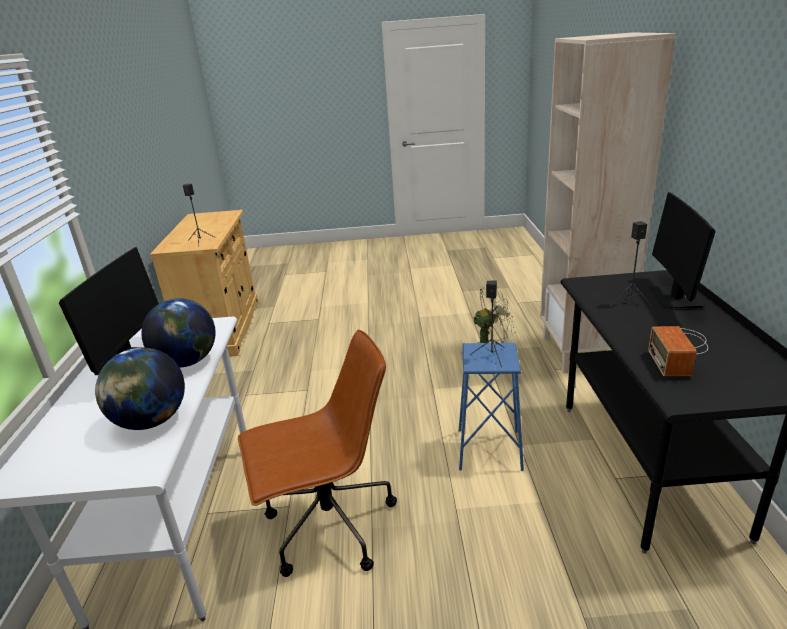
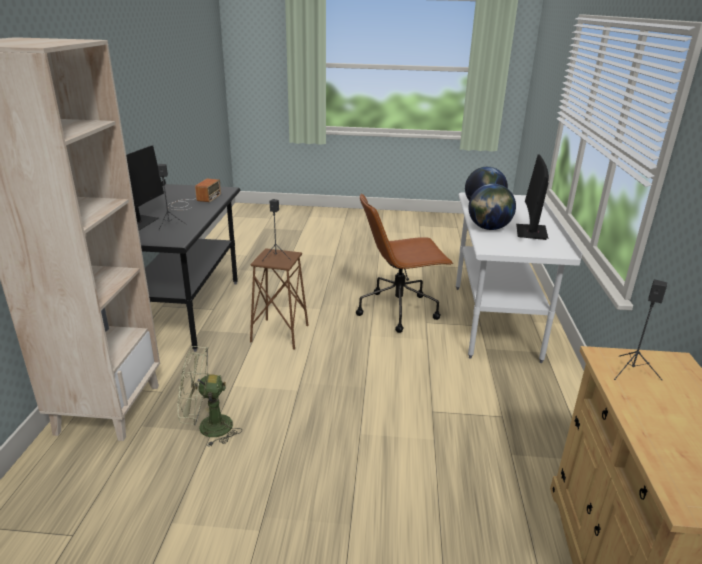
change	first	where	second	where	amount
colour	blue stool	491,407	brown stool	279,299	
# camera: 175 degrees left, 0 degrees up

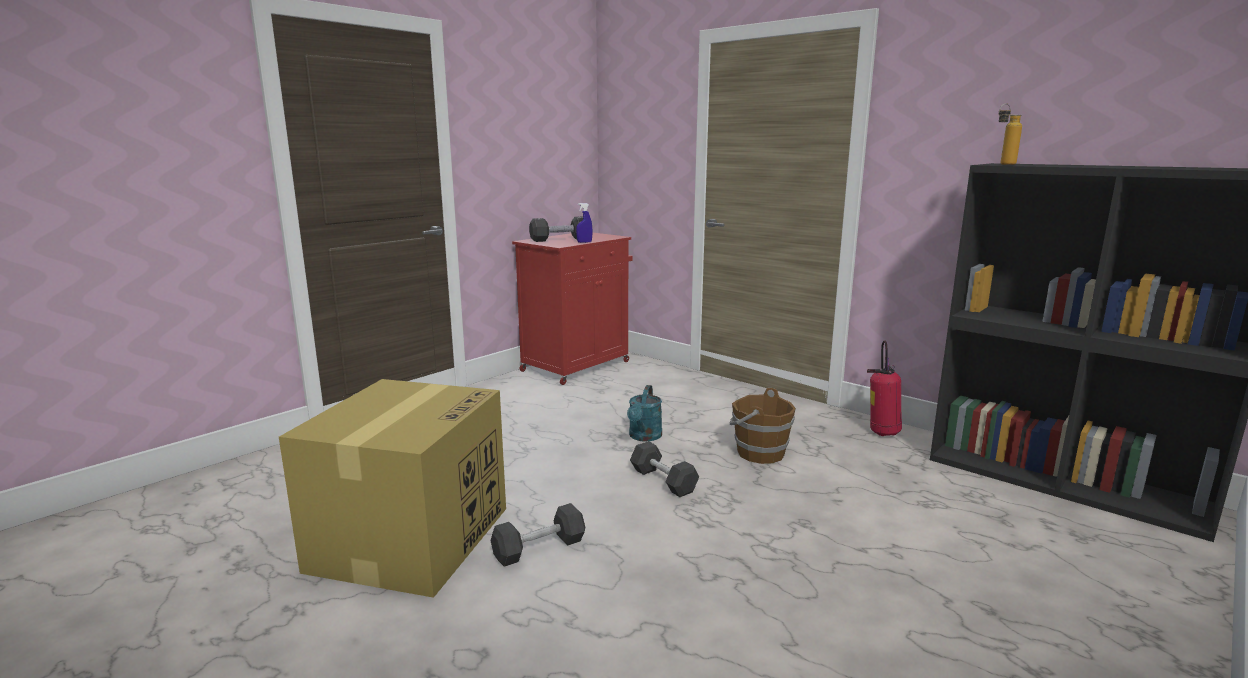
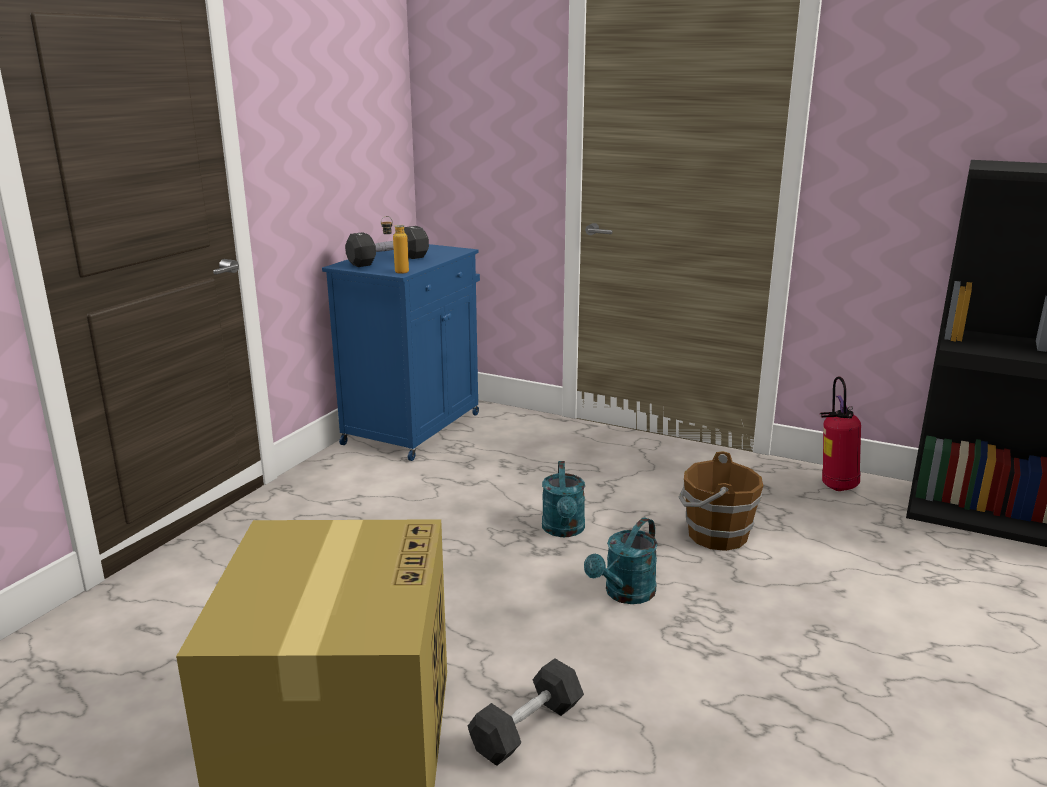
change	first	where	second	where	amount
colour	red cabinet	572,308	blue cabinet	401,352	
missing	blue spray bottle	584,223			
exchanged	black dumbbell	664,469	turquoise watering can	621,560	
relocated	bottle	1010,134		395,245	
# camera: 15 degrees left, 5 degrees up

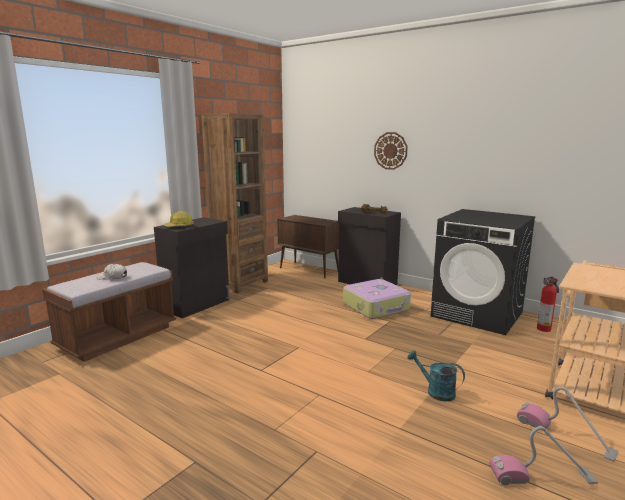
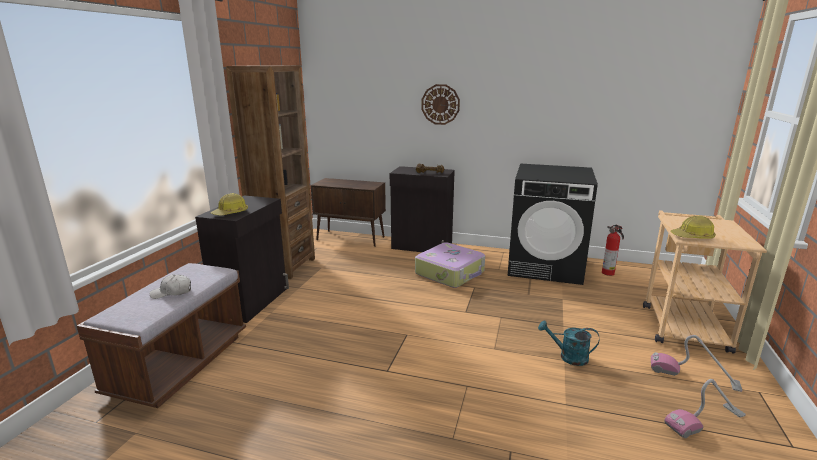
change	first	where	second	where	amount
appeared			hard hat	693,227	
# camera: 20 degrees left, 5 degrees up

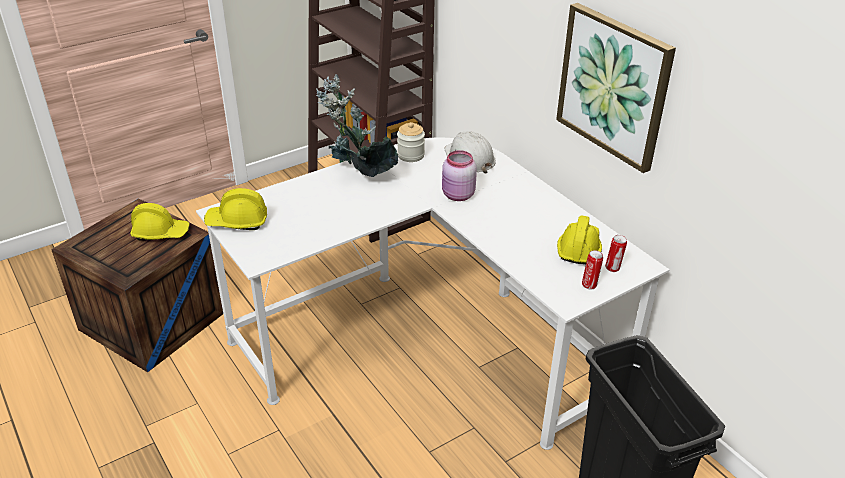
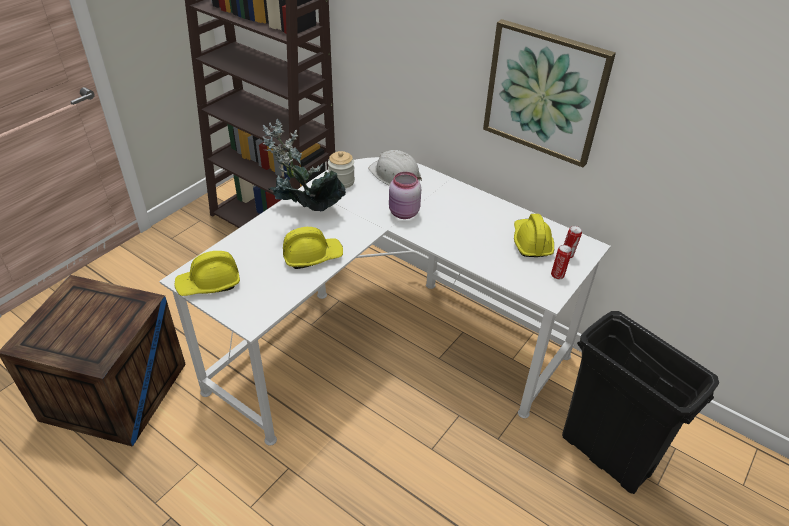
change	first	where	second	where	amount
relocated	yellow hard hat	160,222		313,248	
# camera: 20 degrees left, 5 degrees up

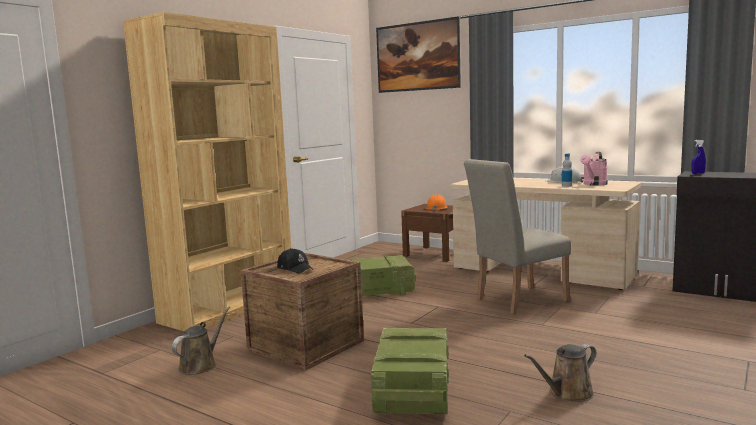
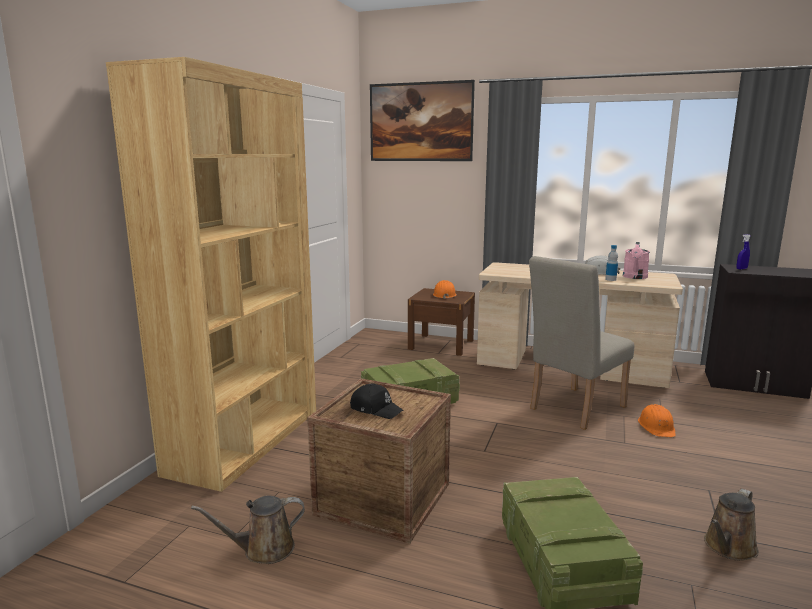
change	first	where	second	where	amount
spun	brown watering can	201,341		248,529	120 degrees counterclockwise
appeared			orange hard hat	657,420	
# camera: 15 degrees left, 5 degrees up

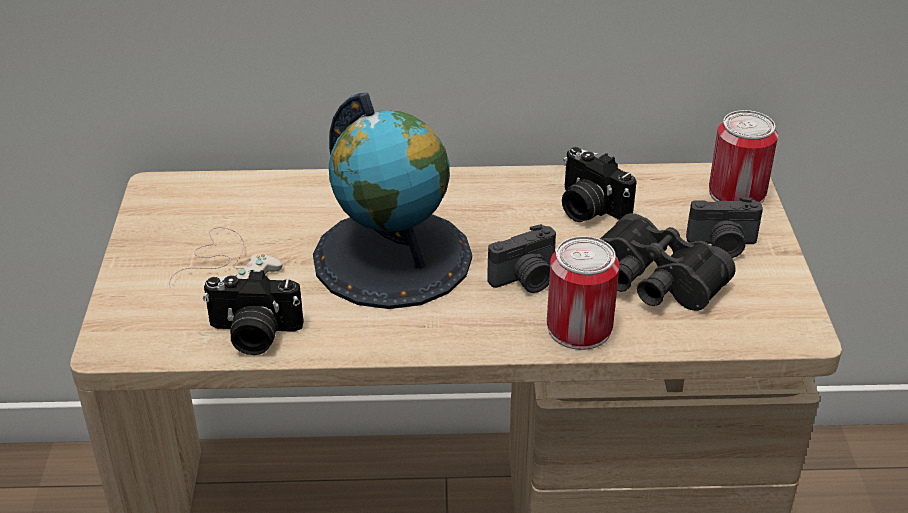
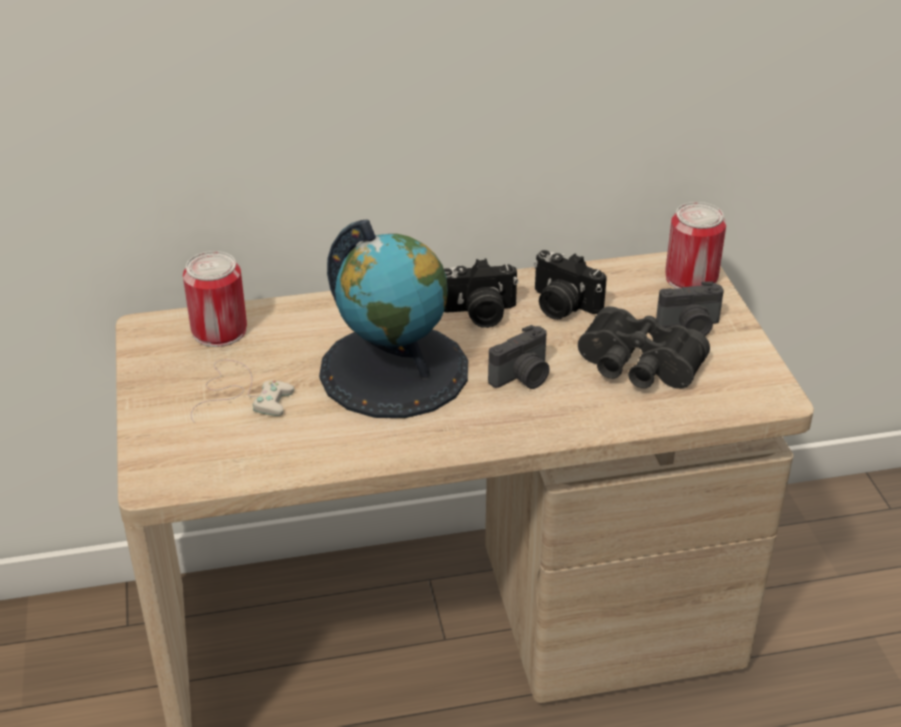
change	first	where	second	where	amount
relocated	photo camera	253,312		481,293	
relocated	can	583,293		215,299	
# camera: 10 degrees left, 0 degrees up

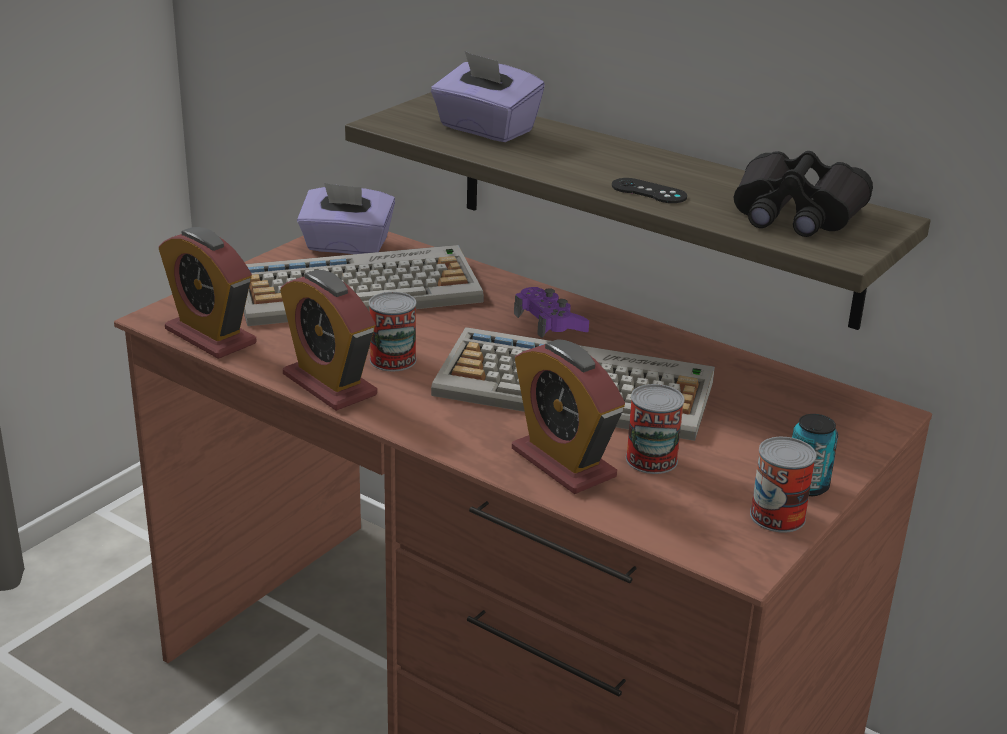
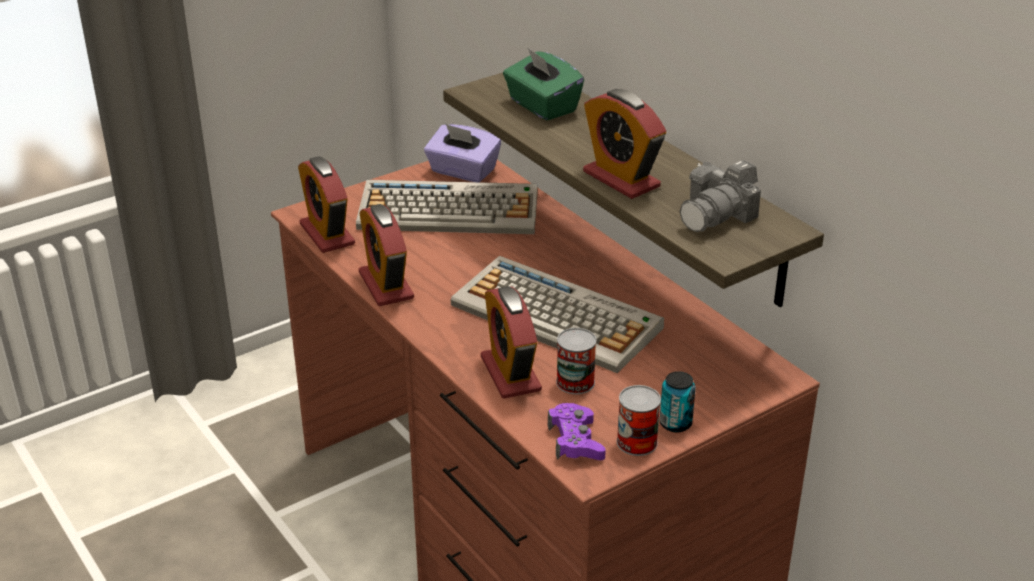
change	first	where	second	where	amount
missing	can	392,331			
colour	purple tissue box	488,96	green tissue box	543,84	
relocated	purple game controller	551,312		577,431	
exchanged	black game controller	649,190	alarm clock	624,144	
exchanged	black binoculars	803,194	photo camera	720,196	
# camera: 20 degrees right, 5 degrees up

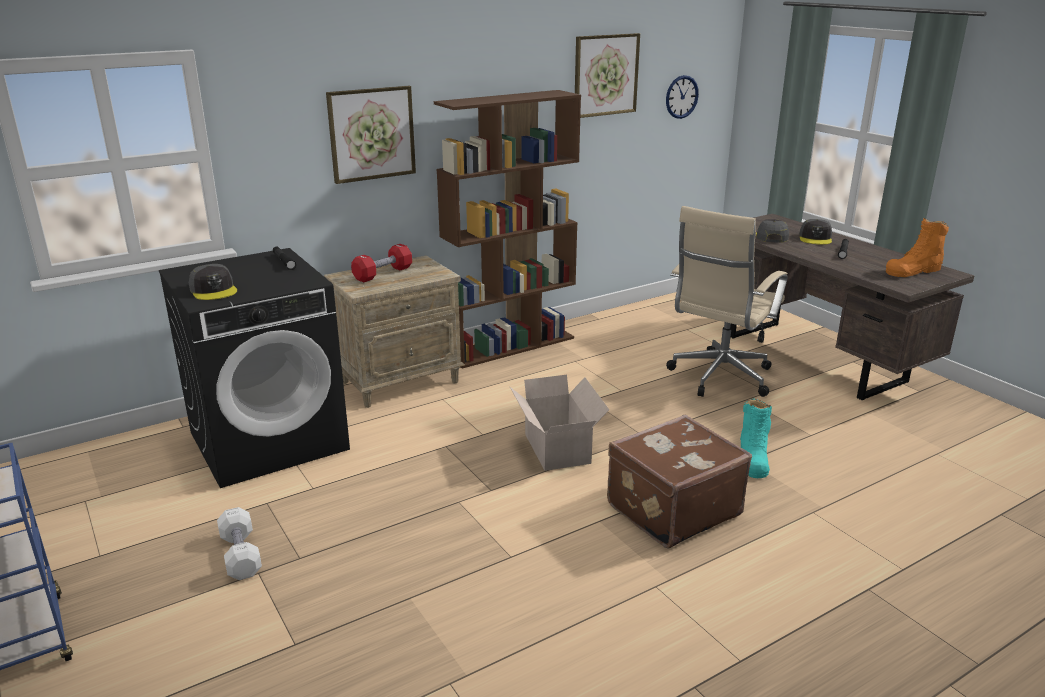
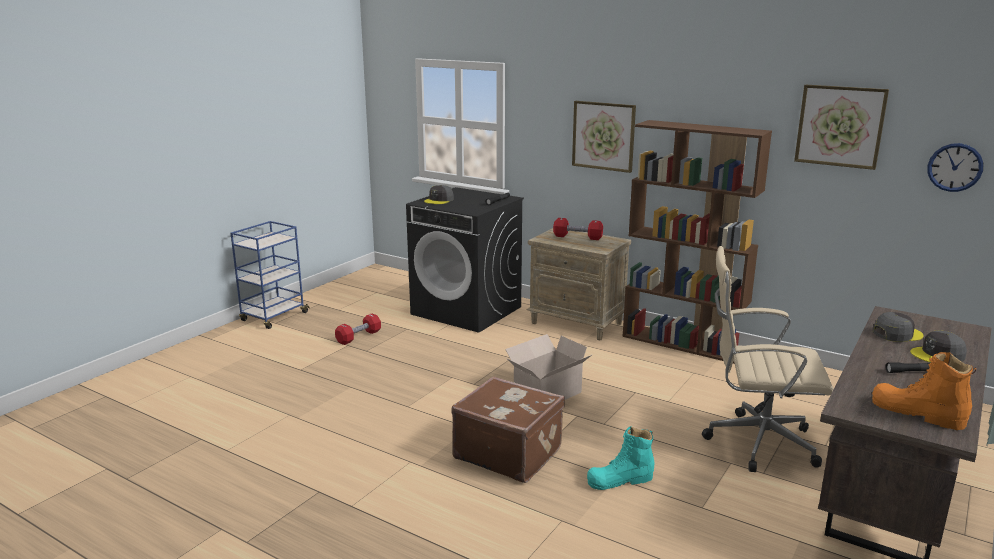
change	first	where	second	where	amount
colour	white dumbbell	239,543	red dumbbell	358,329	
# camera: 65 degrees right, 5 degrees down

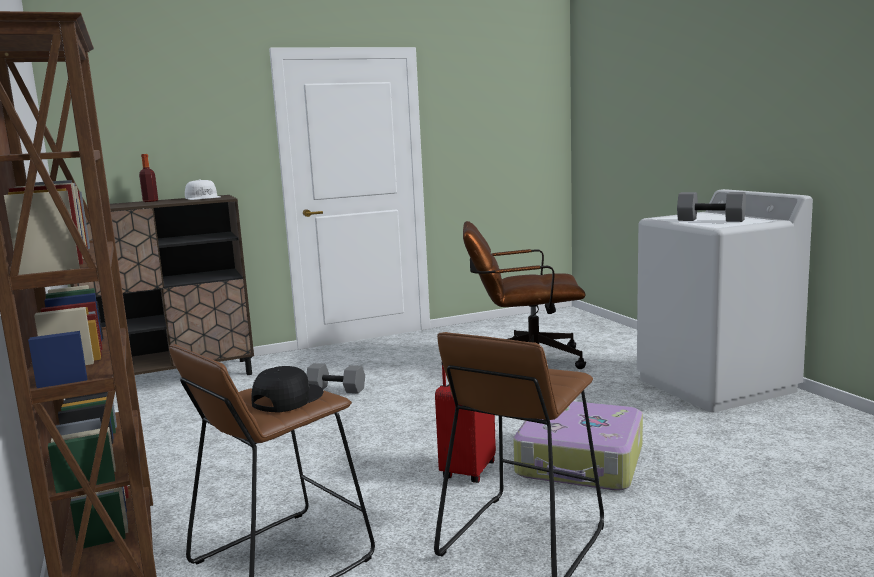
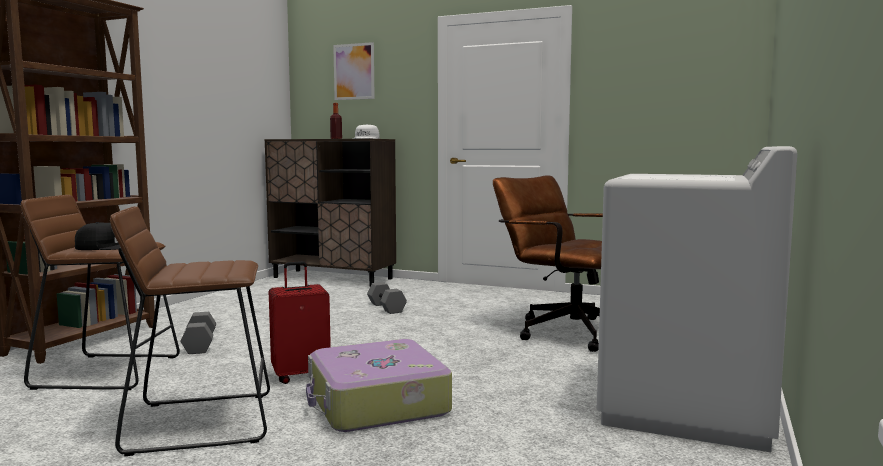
change	first	where	second	where	amount
relocated	grey dumbbell	711,207		198,333	
appeared			picture	354,71	
# camera: 45 degrees right, 5 degrees down

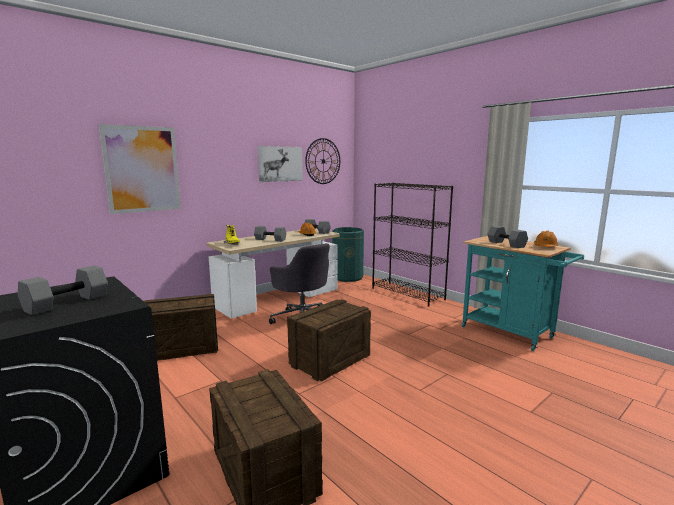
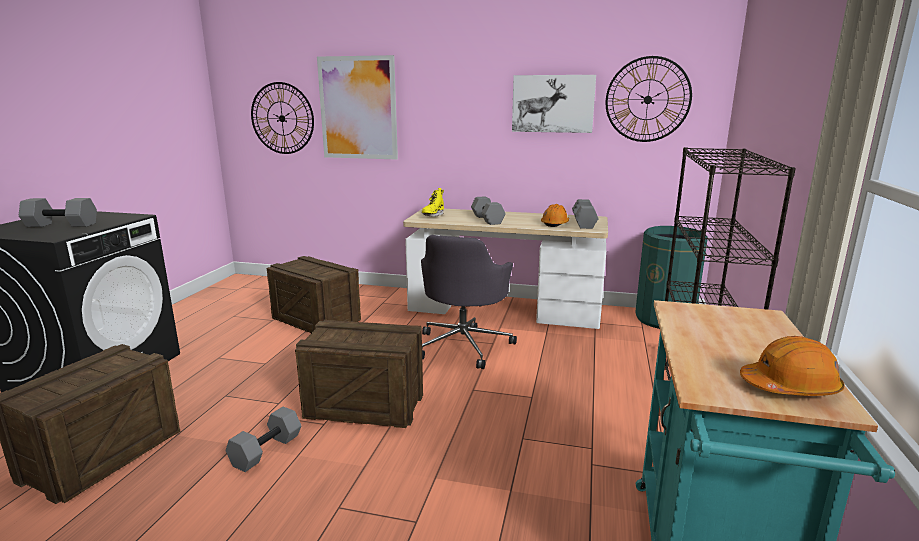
change	first	where	second	where	amount
relocated	grey dumbbell	507,237		263,439	
appeared			wall clock	282,118	
# camera: 55 degrees right, 5 degrees up

